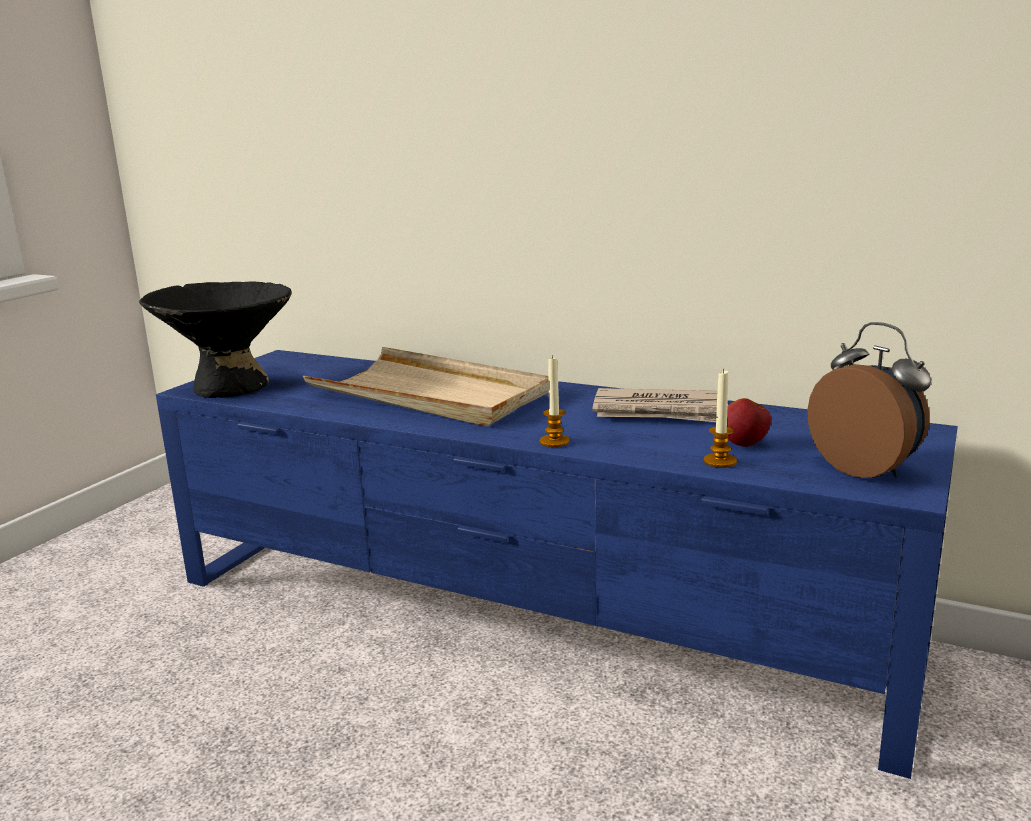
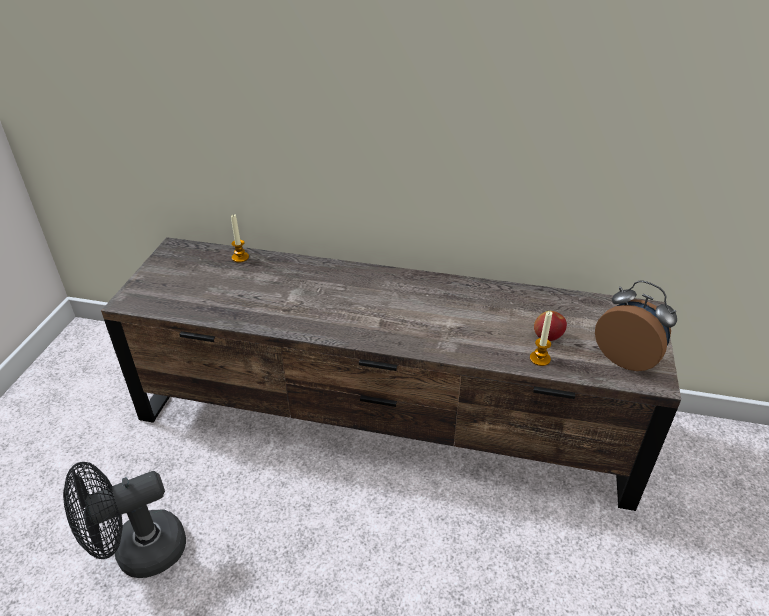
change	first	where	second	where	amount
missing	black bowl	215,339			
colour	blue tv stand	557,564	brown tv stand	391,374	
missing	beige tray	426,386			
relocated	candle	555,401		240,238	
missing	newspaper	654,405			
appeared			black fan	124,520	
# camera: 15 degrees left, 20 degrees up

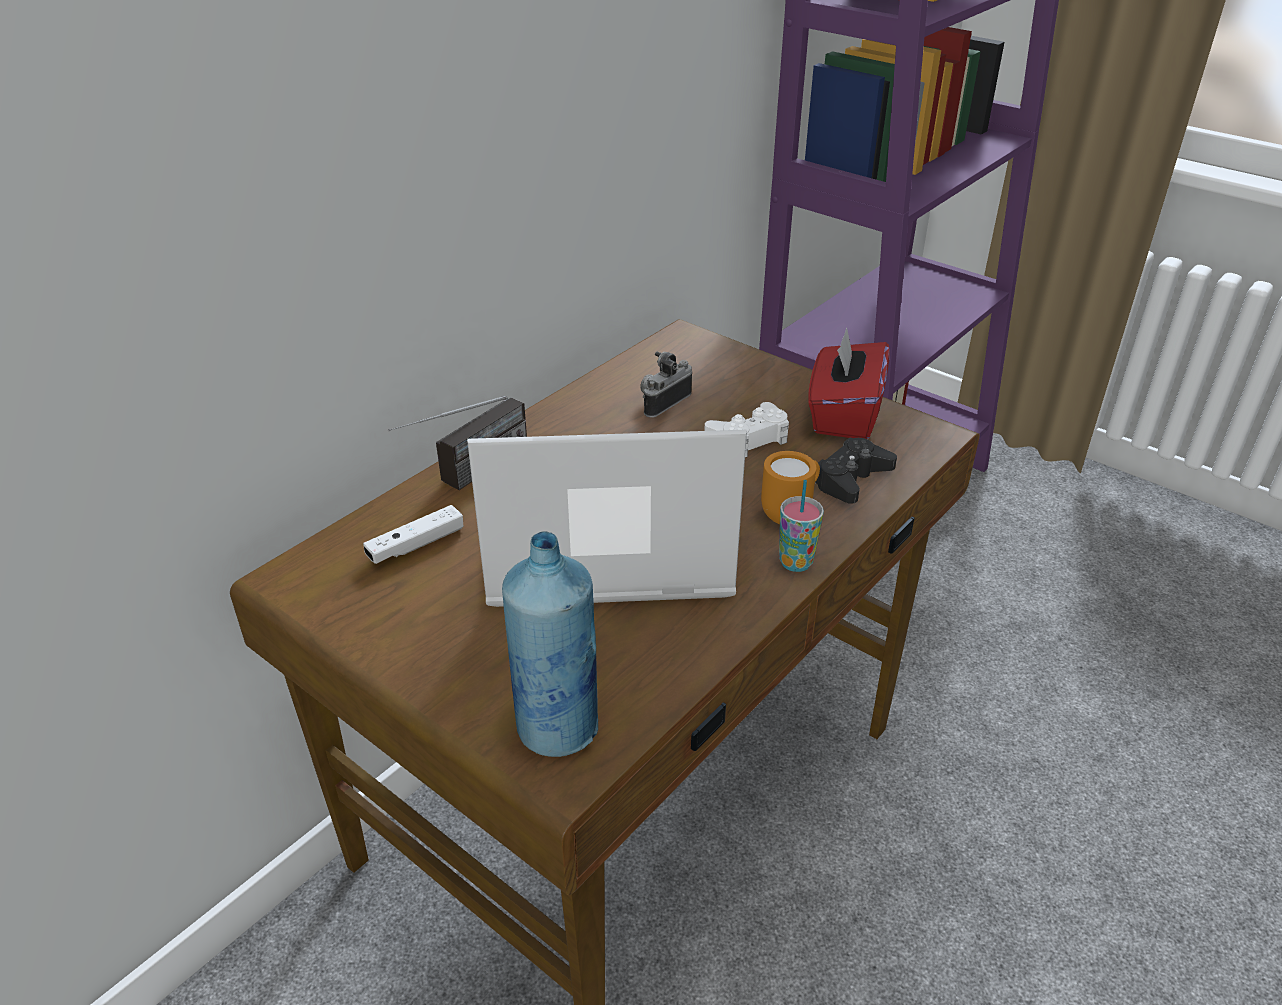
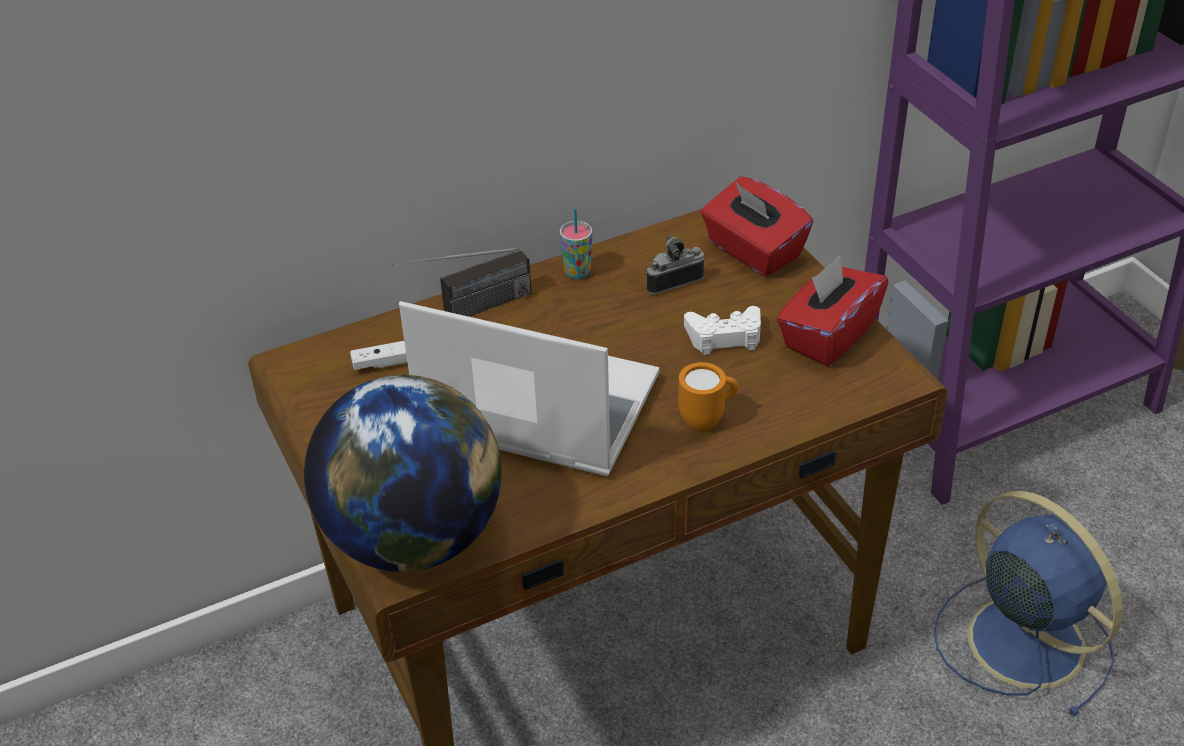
change	first	where	second	where	amount
exchanged	blue bottle	550,644	globe	403,473	
relocated	cup	801,526		576,243	
missing	black game controller	856,471			
appeared			red tissue box	757,226	
appeared			blue fan	1028,604	
# camera: 25 degrees right, 5 degrees up

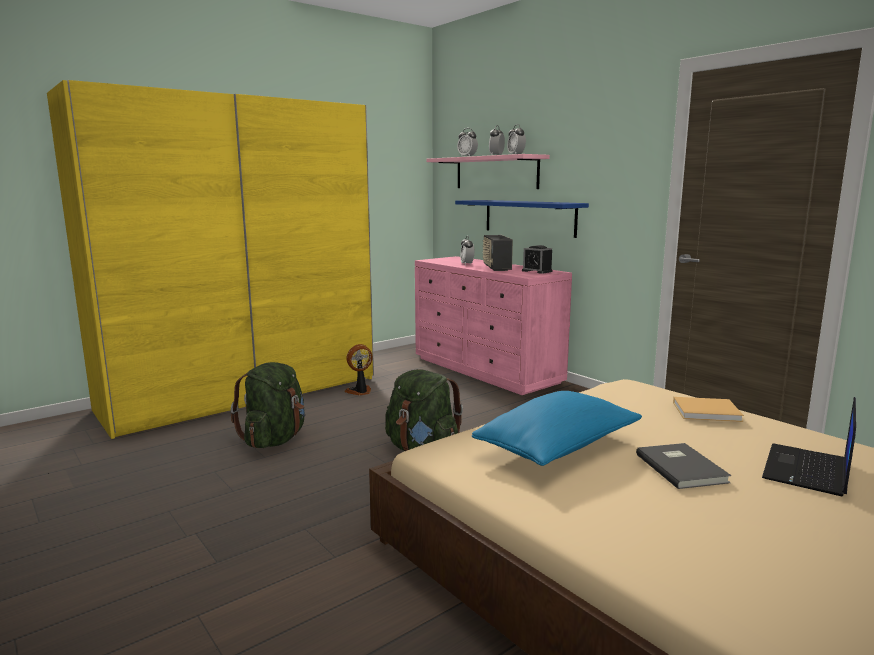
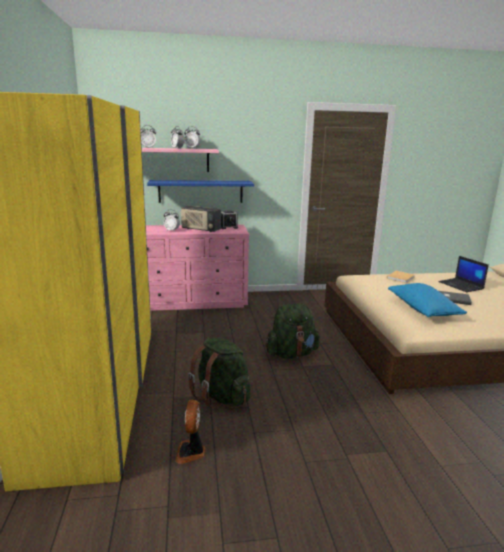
change	first	where	second	where	amount
relocated	fan	358,369		190,432	
# camera: 60 degrees left, 5 degrees up

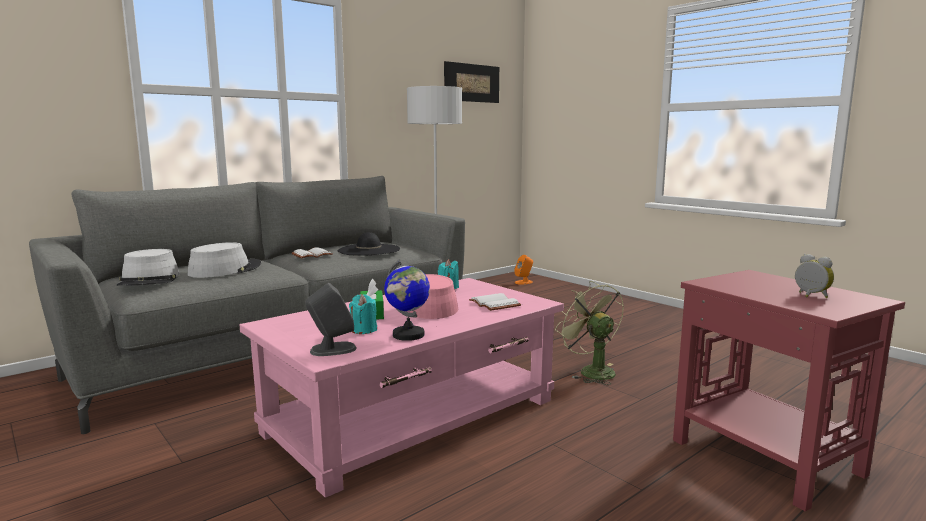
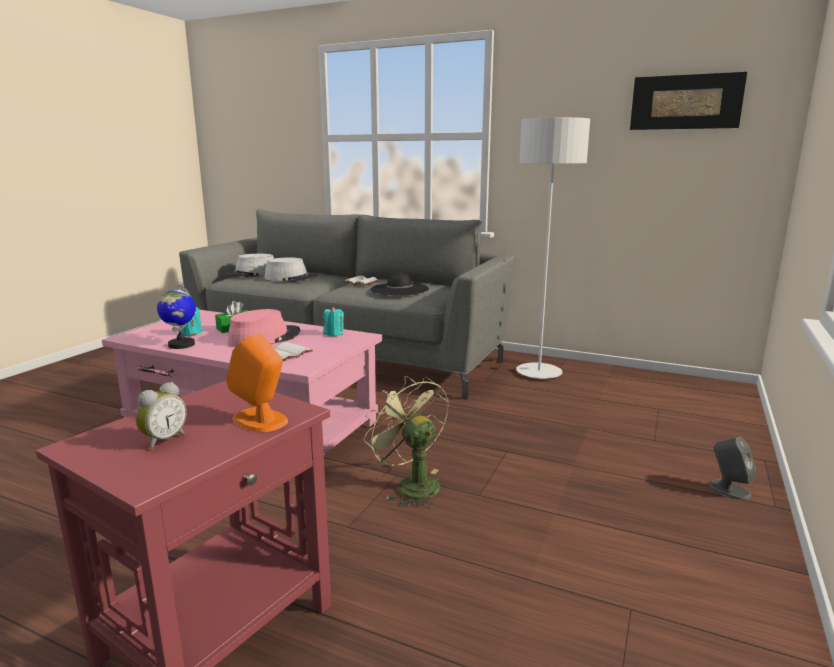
change	first	where	second	where	amount
relocated	grey speaker	331,319		732,468	
relocated	orange speaker	523,270		257,383	
spun	green fan	589,333		406,442	75 degrees counterclockwise
# camera: 65 degrees right, 5 degrees up

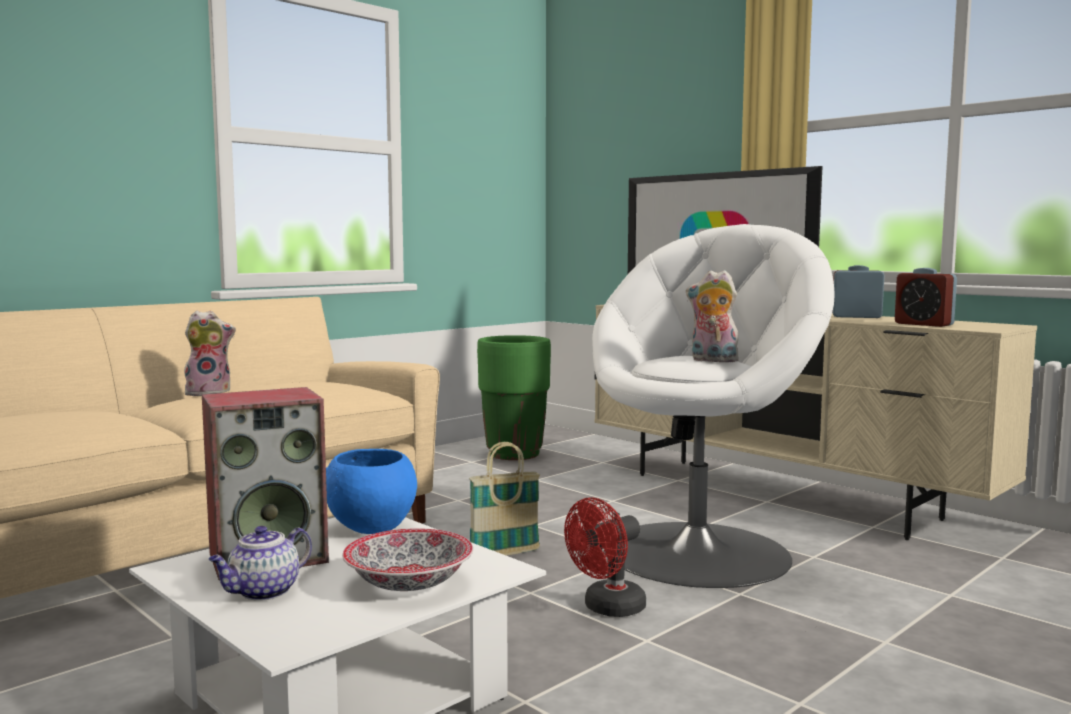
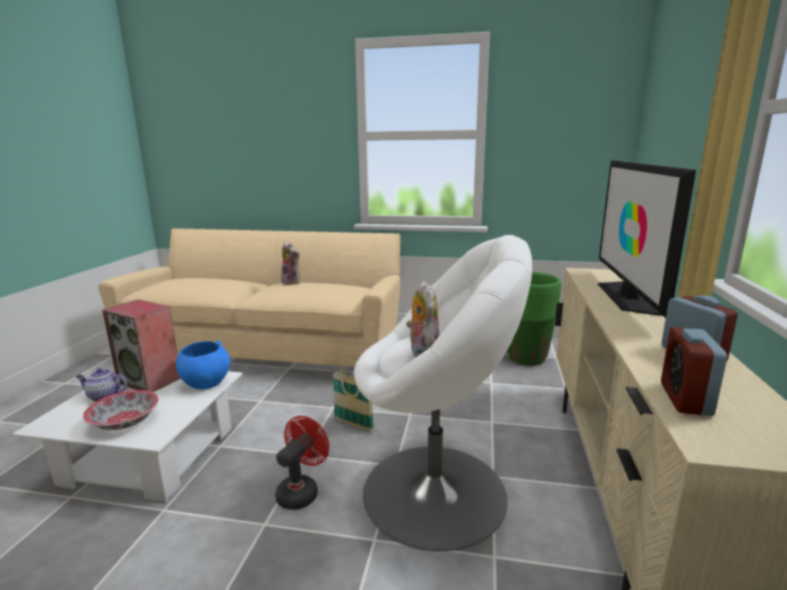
change	first	where	second	where	amount
spun	red fan	605,557		302,463	105 degrees clockwise
# camera: 55 degrees right, 10 degrees up

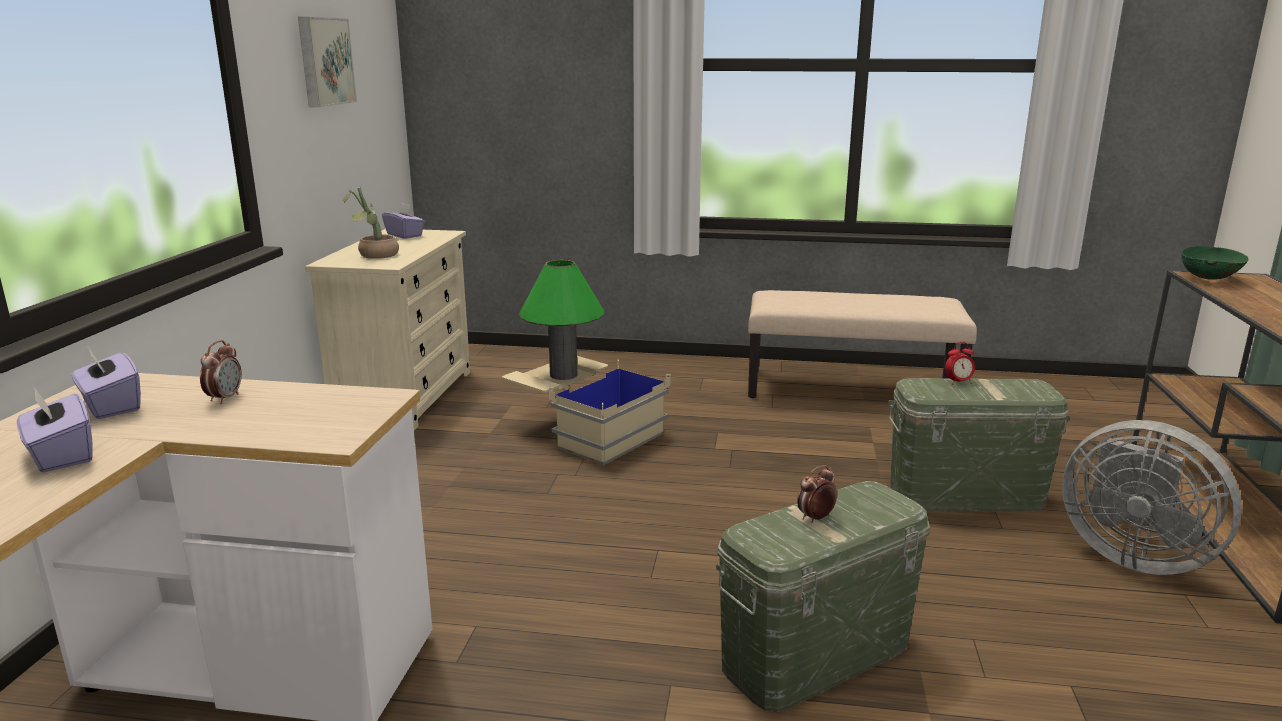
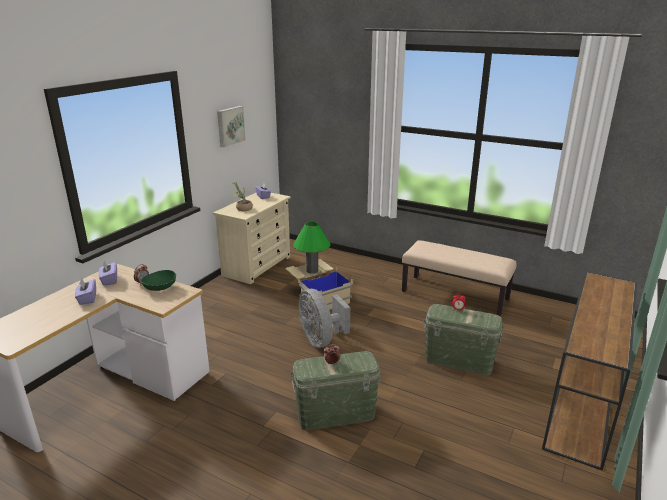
change	first	where	second	where	amount
relocated	grey fan	1152,497		324,318	
relocated	green bowl	1215,263		158,280	
# camera: 20 degrees right, 5 degrees up

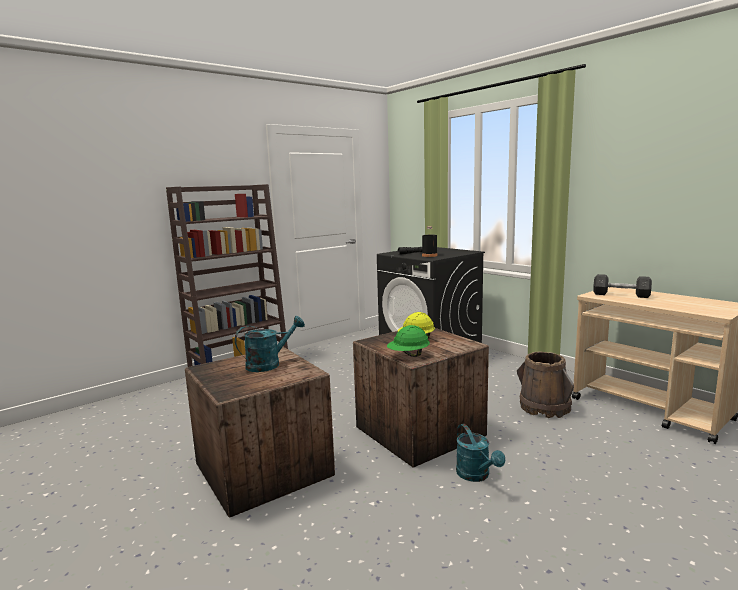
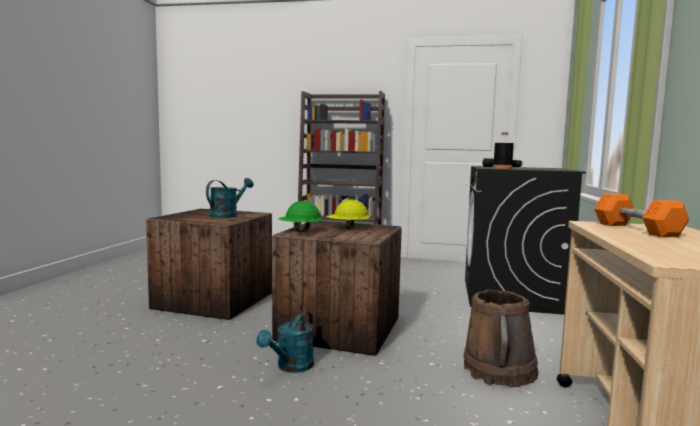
change	first	where	second	where	amount
spun	turquoise watering can	270,344		229,198	75 degrees counterclockwise
colour	grey dumbbell	622,286	orange dumbbell	641,215	
# camera: 50 degrees right, 5 degrees down

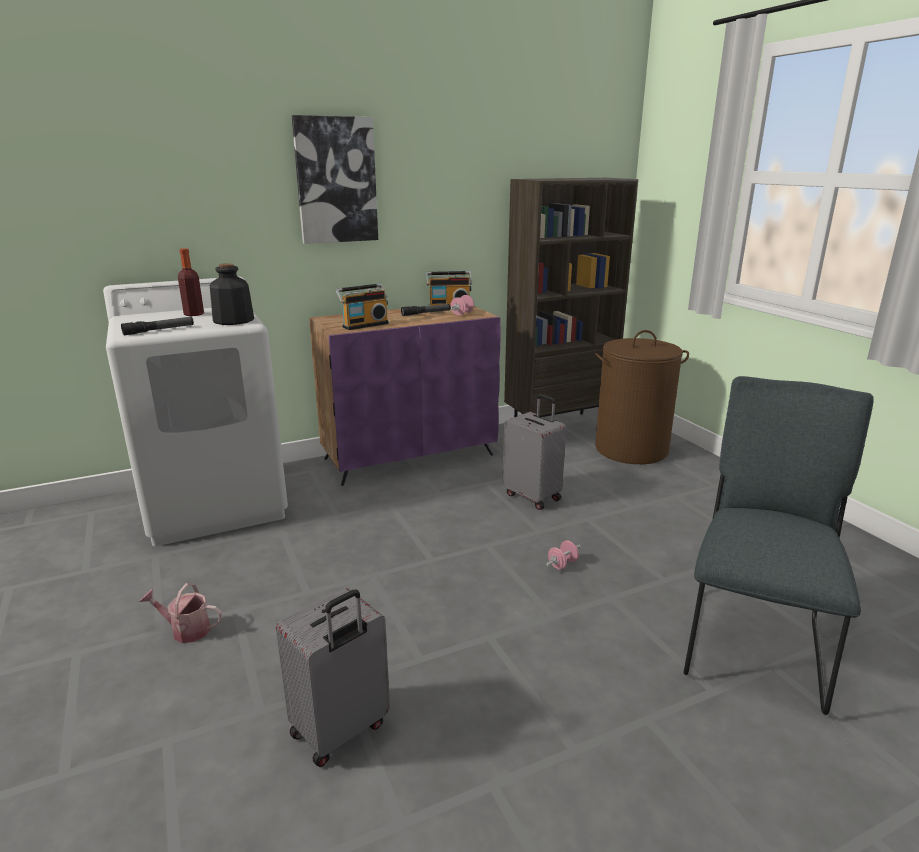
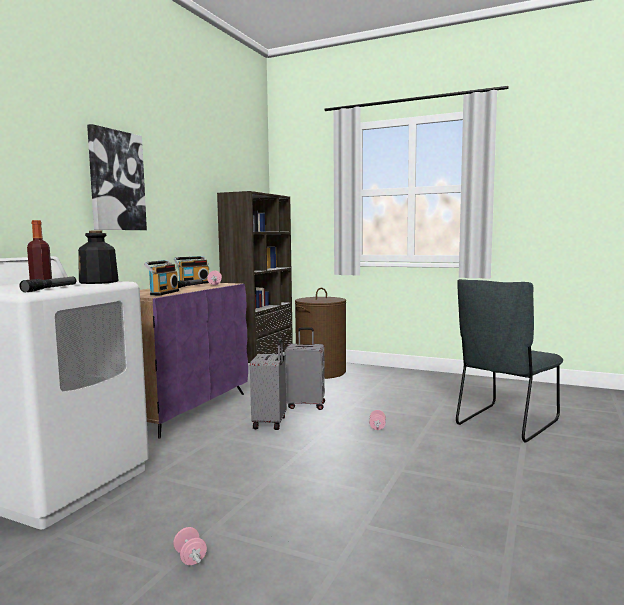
change	first	where	second	where	amount
exchanged	watering can	180,613	pink dumbbell	190,546	
relocated	grey suitcase	333,677		268,384	
spun	grey chair	779,545		509,361	120 degrees counterclockwise
# camera: 40 degrees left, 15 degrees down

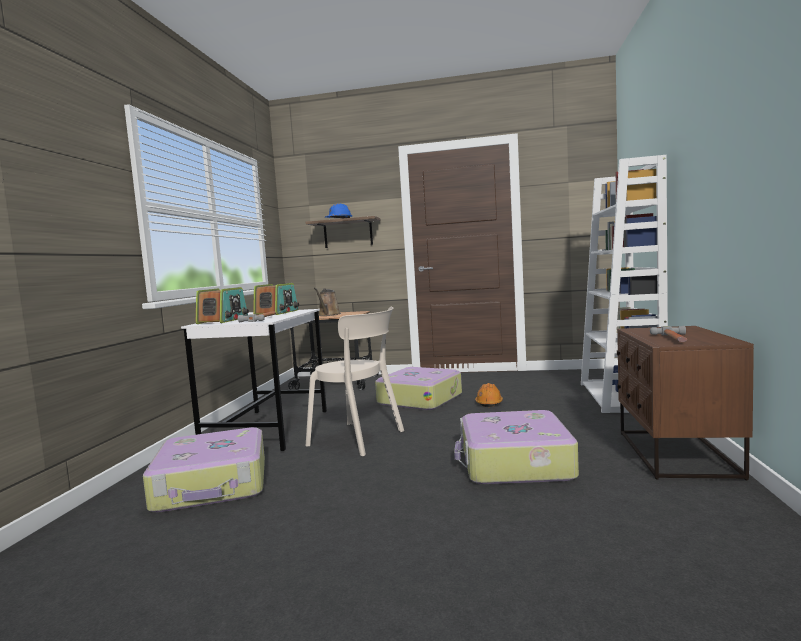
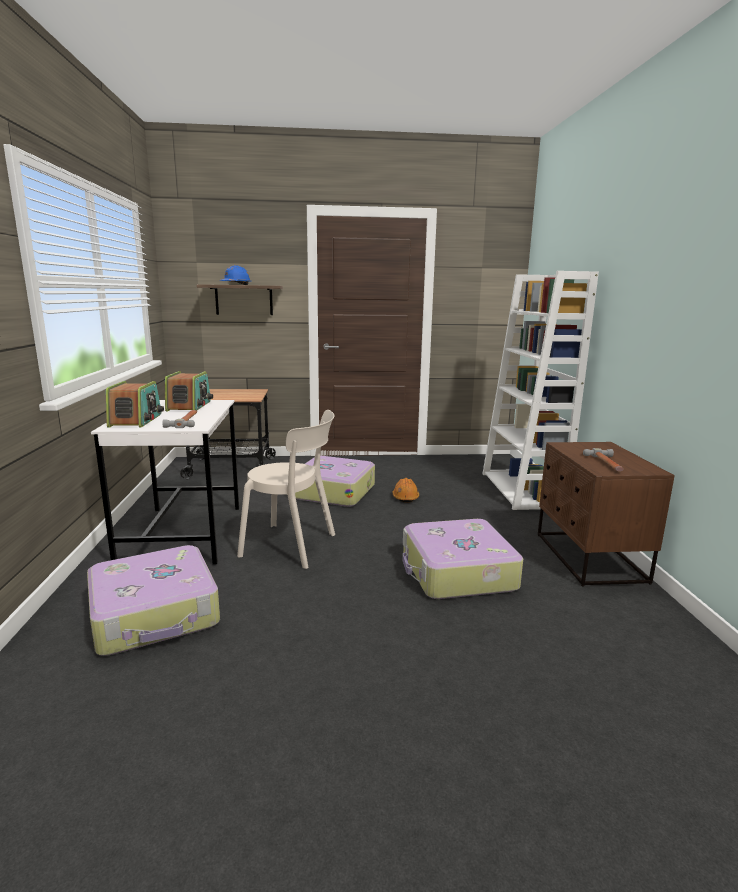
change	first	where	second	where	amount
missing	brown watering can	327,302			
# camera: 15 degrees left, 10 degrees up

